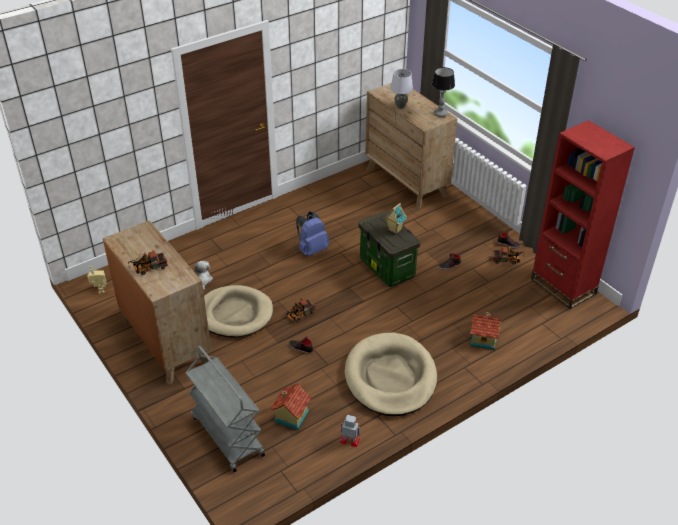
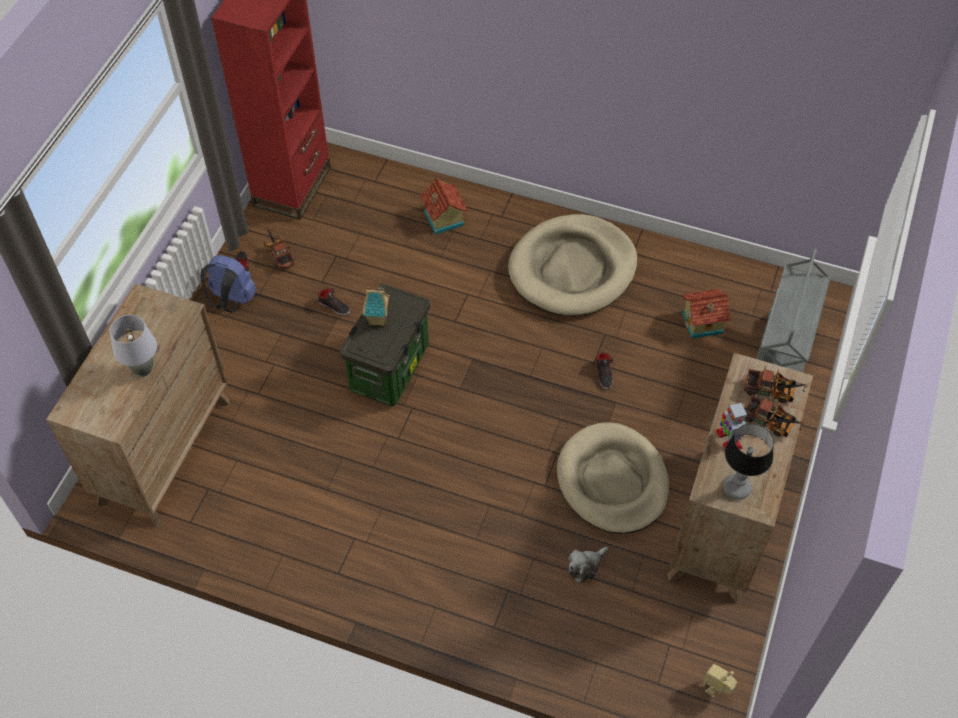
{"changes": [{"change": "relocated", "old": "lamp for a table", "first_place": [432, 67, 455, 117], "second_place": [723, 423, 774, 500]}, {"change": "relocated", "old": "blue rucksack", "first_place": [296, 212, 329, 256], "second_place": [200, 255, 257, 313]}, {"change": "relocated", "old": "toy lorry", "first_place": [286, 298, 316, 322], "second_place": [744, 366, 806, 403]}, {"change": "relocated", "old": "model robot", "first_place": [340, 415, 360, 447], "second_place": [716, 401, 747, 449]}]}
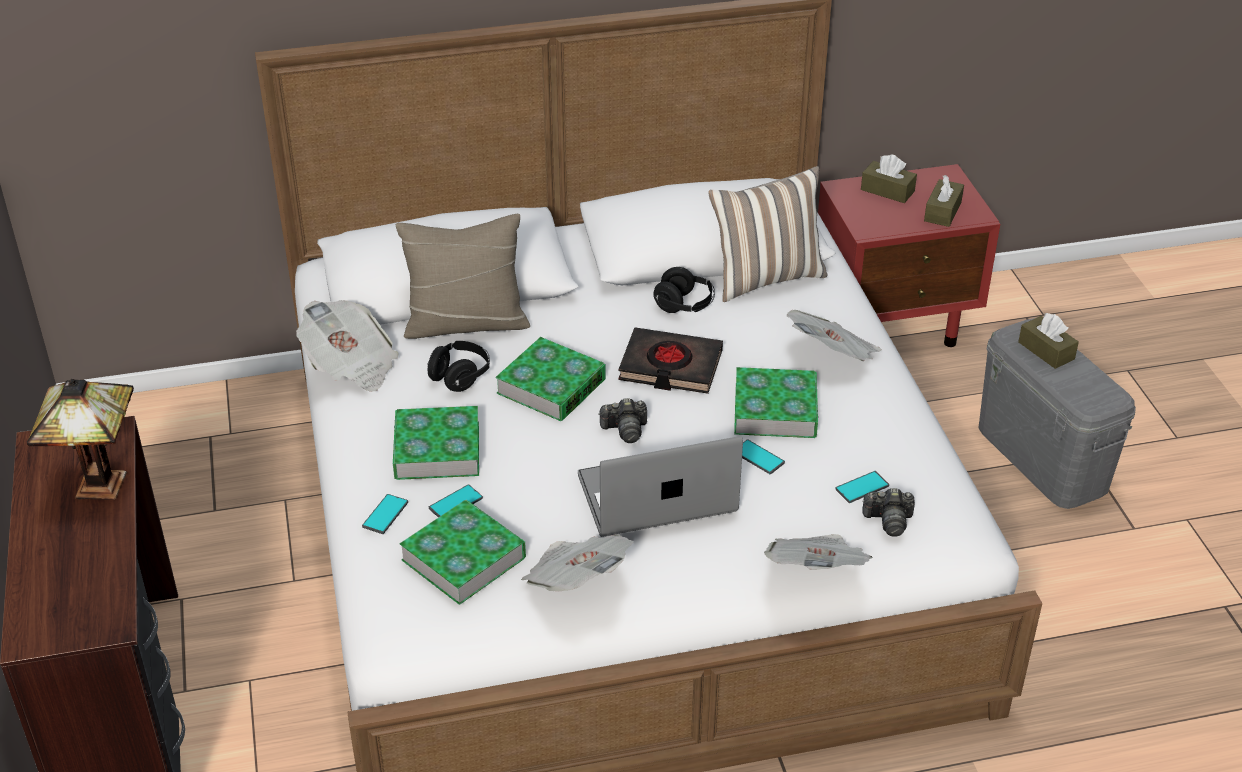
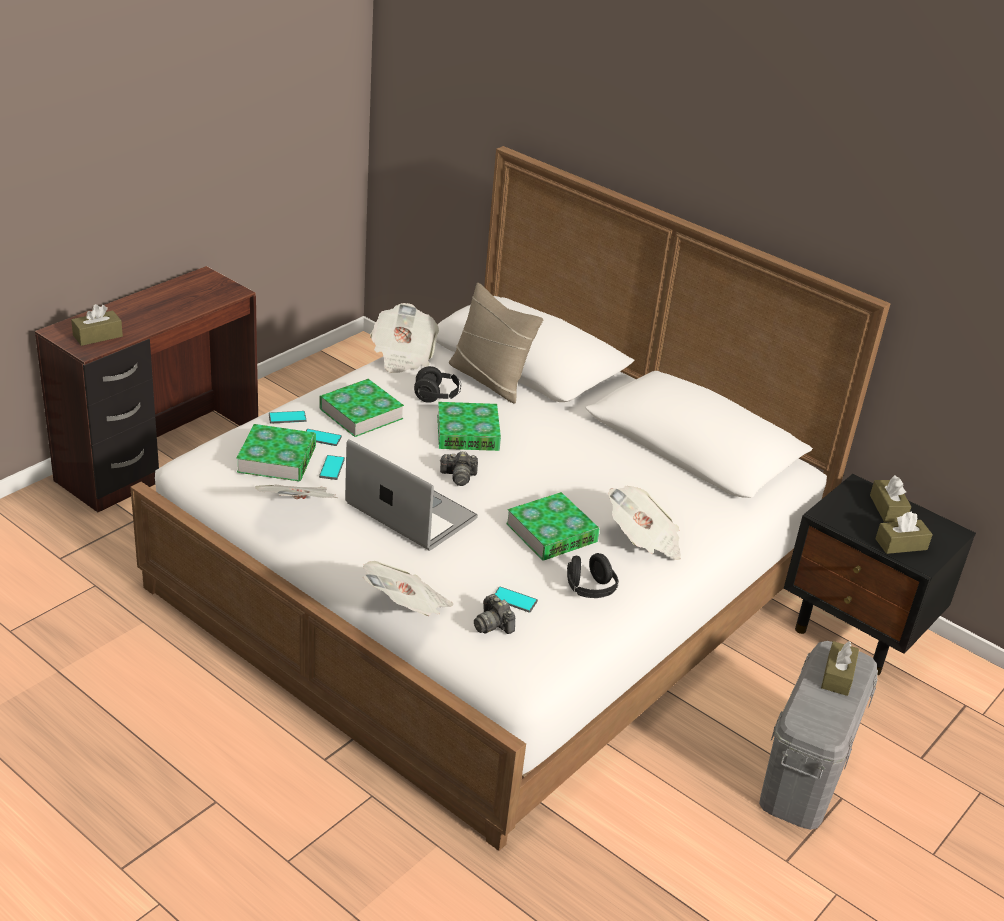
{"changes": [{"change": "colour", "old": "red bedside table", "new": "black-coloured bedside table", "first_place": [818, 164, 1000, 347], "second_place": [784, 474, 976, 675]}, {"change": "missing", "old": "pillow", "first_place": [708, 166, 827, 302]}, {"change": "relocated", "old": "black-coloured headphones", "first_place": [653, 267, 715, 313], "second_place": [567, 553, 619, 598]}, {"change": "missing", "old": "black-coloured bound book", "first_place": [618, 327, 723, 394]}, {"change": "missing", "old": "lamp for a table", "first_place": [27, 379, 134, 500]}, {"change": "spun", "old": "still camera", "first_place": [598, 398, 647, 443], "second_place": [439, 451, 478, 486], "degrees": -45}, {"change": "relocated", "old": "handset", "first_place": [742, 439, 785, 474], "second_place": [319, 455, 345, 480]}, {"change": "appeared", "new": "brown tissue box", "second_place": [71, 304, 123, 346]}]}
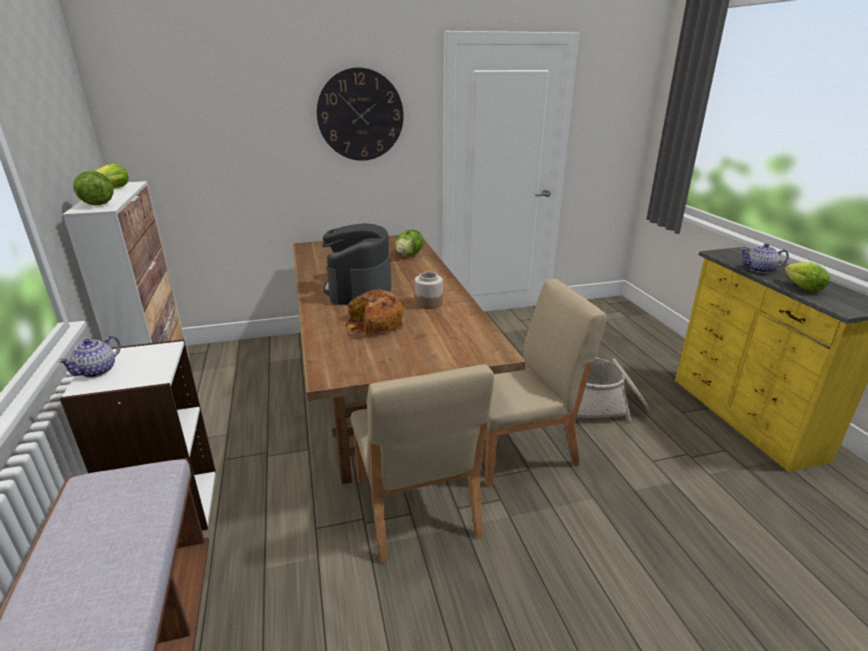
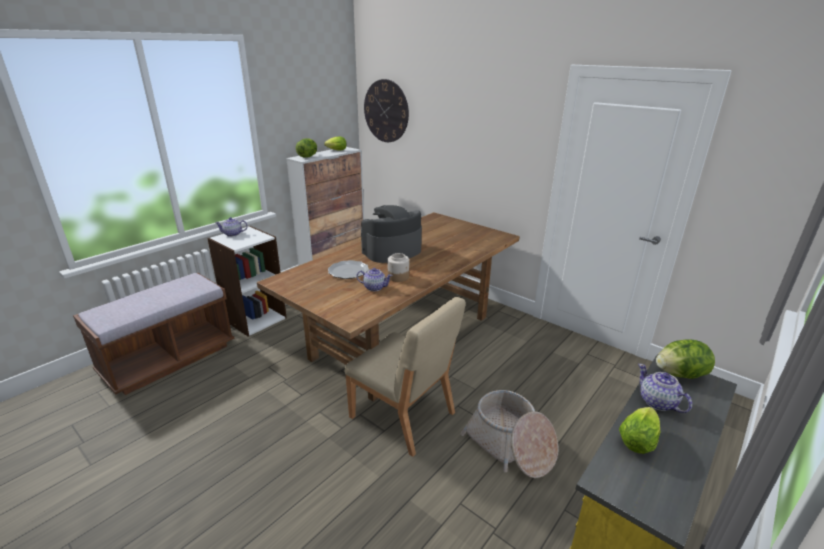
{"changes": [{"change": "relocated", "old": "wall clock", "first_place": [317, 68, 404, 161], "second_place": [364, 79, 409, 142]}, {"change": "relocated", "old": "lettuce head", "first_place": [395, 230, 424, 256], "second_place": [656, 339, 715, 379]}, {"change": "exchanged", "old": "baked bread", "new": "plate", "first_place": [345, 289, 404, 335], "second_place": [328, 260, 369, 279]}, {"change": "missing", "old": "beige upright chair", "first_place": [350, 364, 494, 564]}, {"change": "appeared", "new": "tea pot", "second_place": [357, 268, 393, 291]}]}
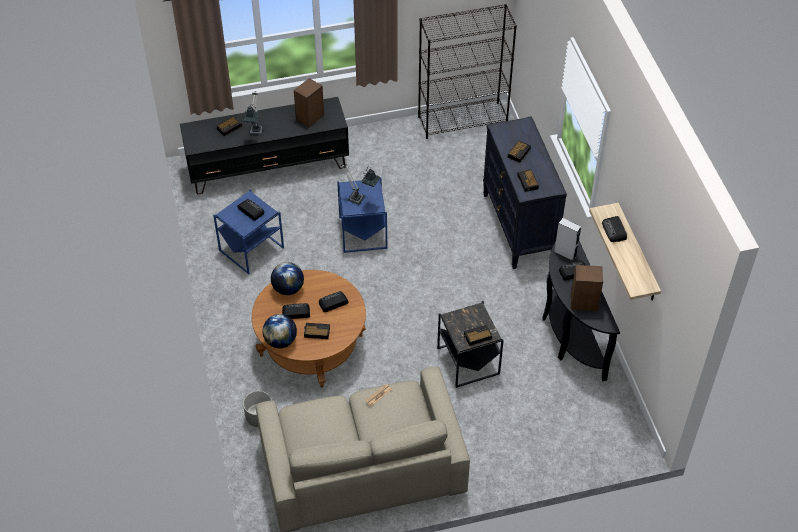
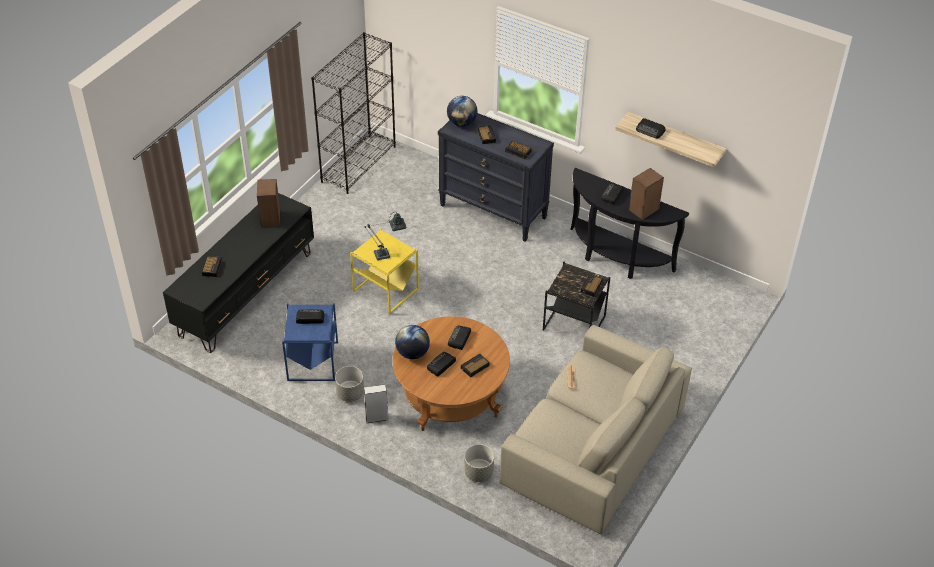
{"changes": [{"change": "missing", "old": "lamp for a table", "first_place": [243, 91, 264, 135]}, {"change": "colour", "old": "blue side table", "new": "yellow-coloured side table", "first_place": [337, 177, 387, 253], "second_place": [350, 228, 419, 314]}, {"change": "relocated", "old": "greyish audio speaker", "first_place": [554, 218, 581, 261], "second_place": [364, 385, 388, 423]}, {"change": "relocated", "old": "globe", "first_place": [262, 314, 297, 348], "second_place": [447, 96, 477, 127]}, {"change": "appeared", "new": "greyish planter", "second_place": [335, 366, 364, 402]}]}
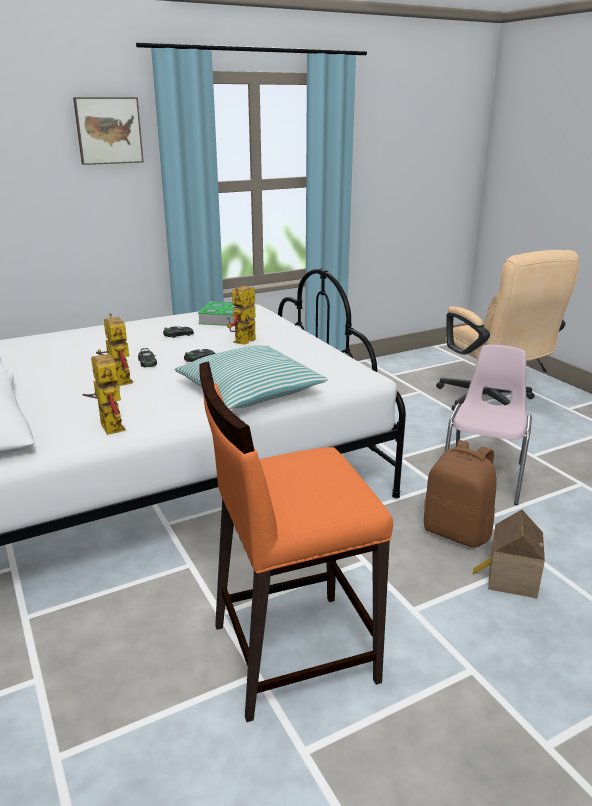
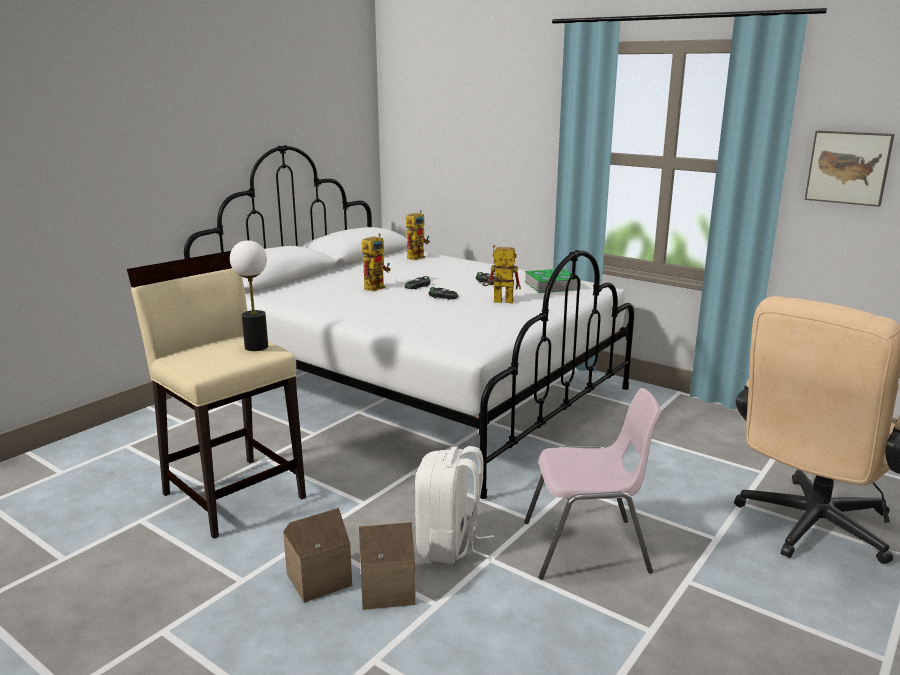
{"changes": [{"change": "relocated", "old": "wall art", "first_place": [73, 97, 144, 165], "second_place": [805, 131, 895, 207]}, {"change": "missing", "old": "pillow", "first_place": [175, 345, 328, 409]}, {"change": "relocated", "old": "model robot", "first_place": [82, 349, 126, 435], "second_place": [406, 210, 430, 260]}, {"change": "colour", "old": "orange sitting stool", "new": "beige sitting stool", "first_place": [200, 361, 393, 722], "second_place": [127, 251, 306, 539]}, {"change": "colour", "old": "brown rucksack", "new": "white rucksack", "first_place": [424, 440, 497, 548], "second_place": [415, 446, 494, 564]}, {"change": "appeared", "new": "lamp for a table", "second_place": [230, 240, 268, 351]}, {"change": "appeared", "new": "model house", "second_place": [283, 508, 352, 603]}]}
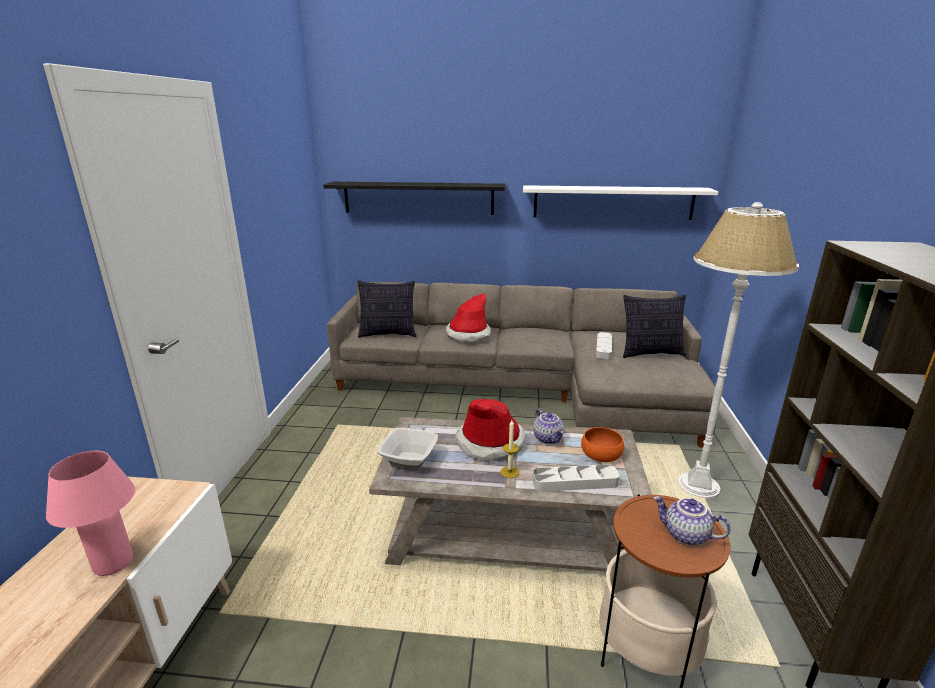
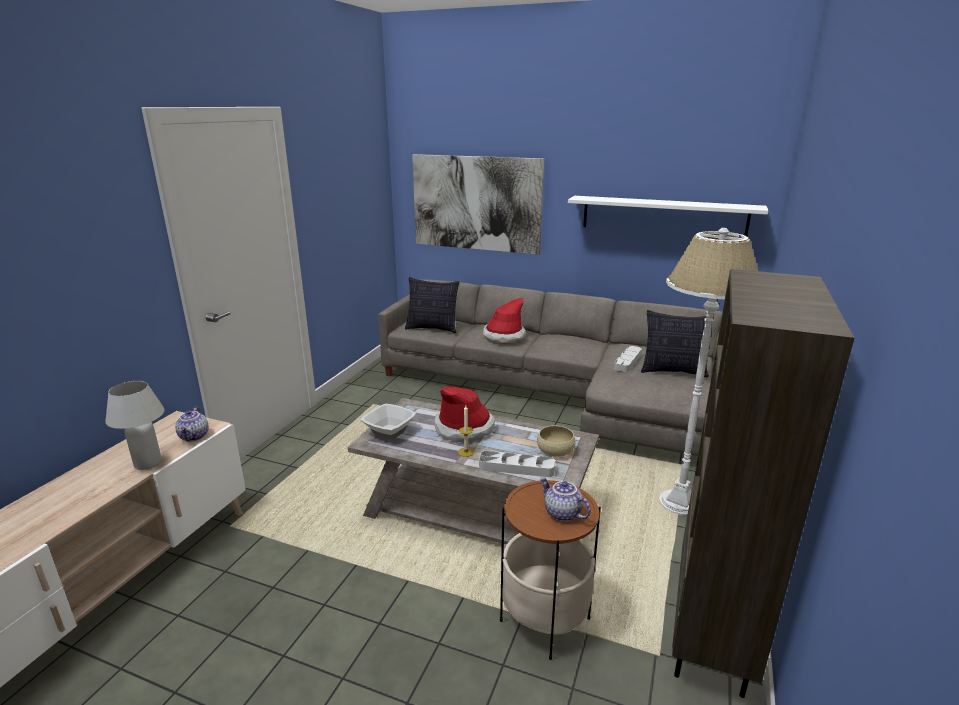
{"changes": [{"change": "exchanged", "old": "black-coloured shelf", "new": "wall art", "first_place": [323, 182, 506, 215], "second_place": [412, 154, 544, 255]}, {"change": "relocated", "old": "tea pot", "first_place": [533, 409, 564, 444], "second_place": [175, 407, 209, 442]}, {"change": "colour", "old": "orange bowl", "new": "beige bowl", "first_place": [581, 427, 624, 462], "second_place": [537, 426, 575, 457]}, {"change": "colour", "old": "pink-coloured lamp for a table", "new": "white lamp for a table", "first_place": [46, 451, 135, 576], "second_place": [105, 381, 164, 470]}]}
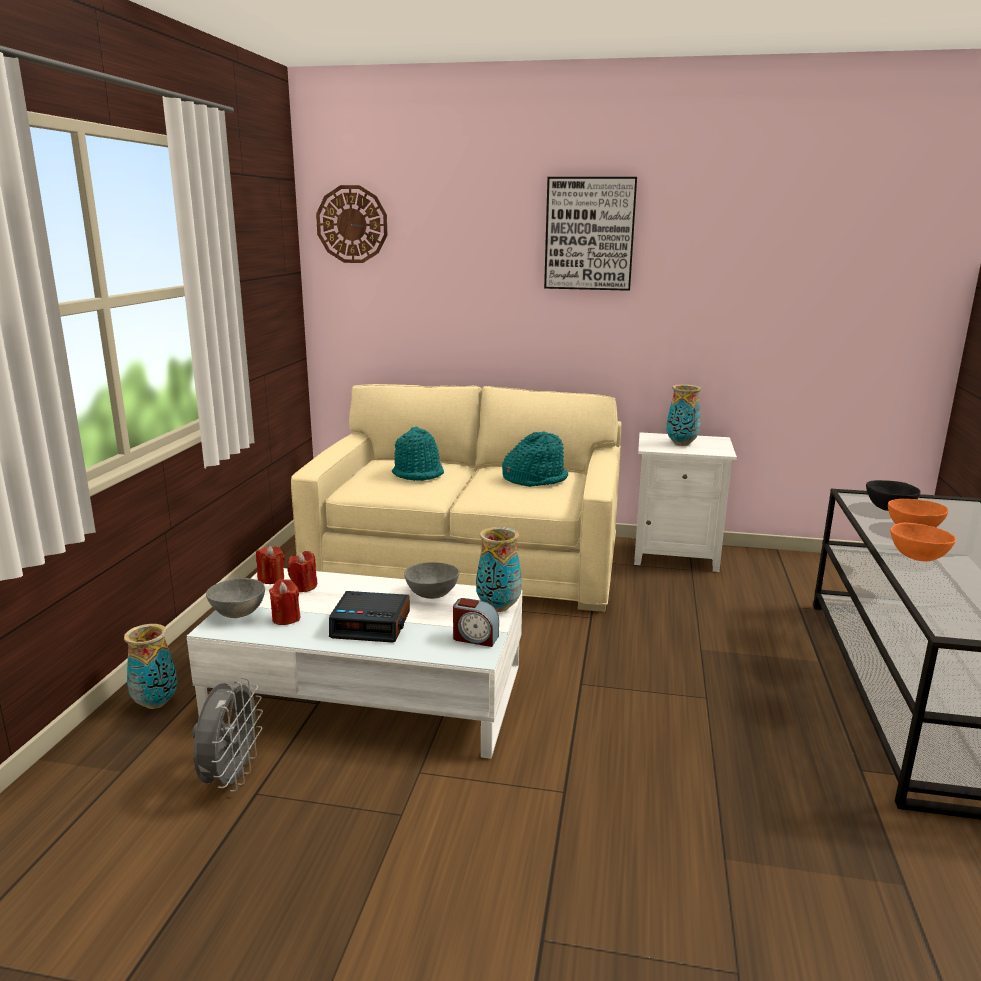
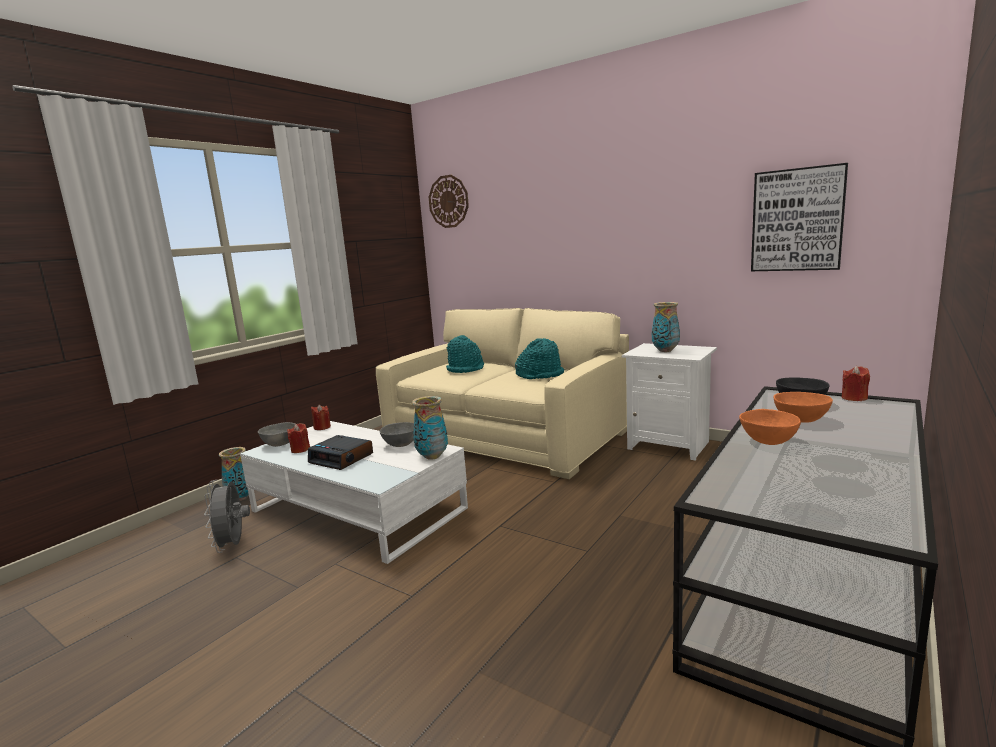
{"changes": [{"change": "relocated", "old": "wall art", "first_place": [544, 177, 637, 291], "second_place": [751, 163, 848, 271]}, {"change": "relocated", "old": "red wax light", "first_place": [287, 551, 317, 592], "second_place": [842, 366, 870, 401]}, {"change": "missing", "old": "alarm clock", "first_place": [453, 598, 499, 647]}, {"change": "spun", "old": "greyish cooling fan", "first_place": [192, 678, 263, 792], "second_place": [204, 480, 250, 553], "degrees": 135}]}
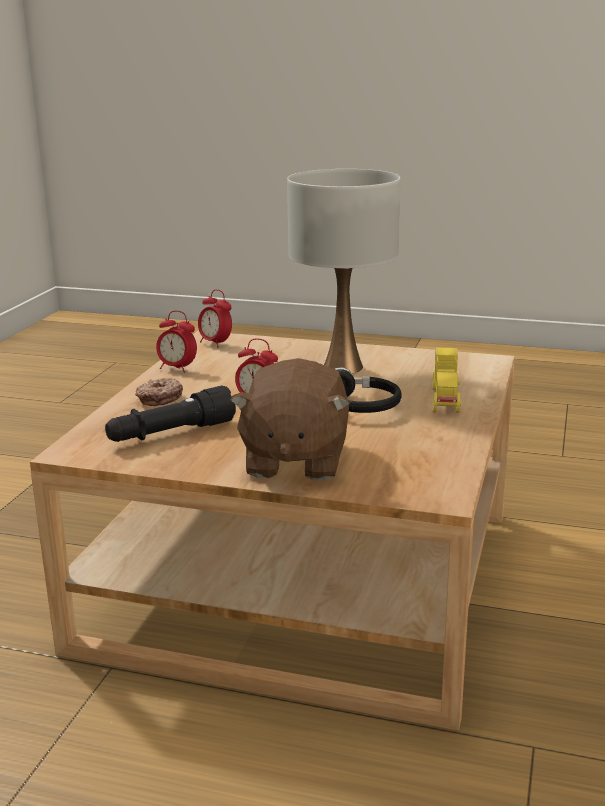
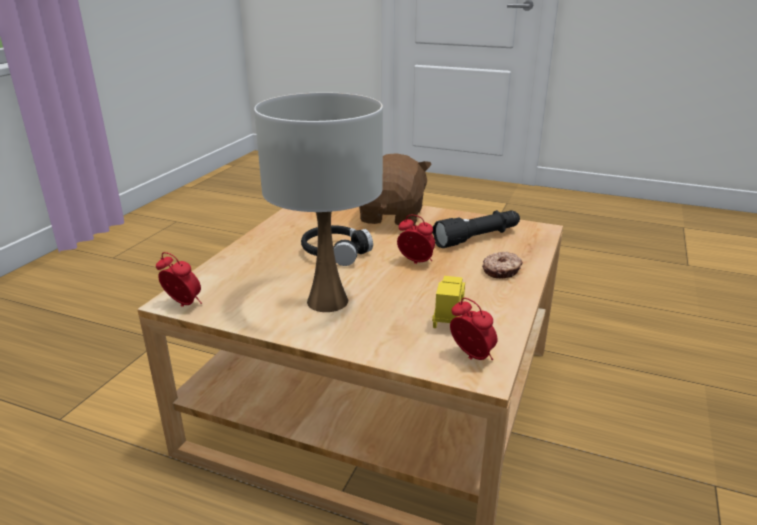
{"changes": [{"change": "relocated", "old": "alarm clock", "first_place": [156, 311, 197, 373], "second_place": [156, 252, 202, 307]}, {"change": "relocated", "old": "yellow-coloured model car", "first_place": [433, 348, 461, 413], "second_place": [432, 276, 465, 328]}]}
